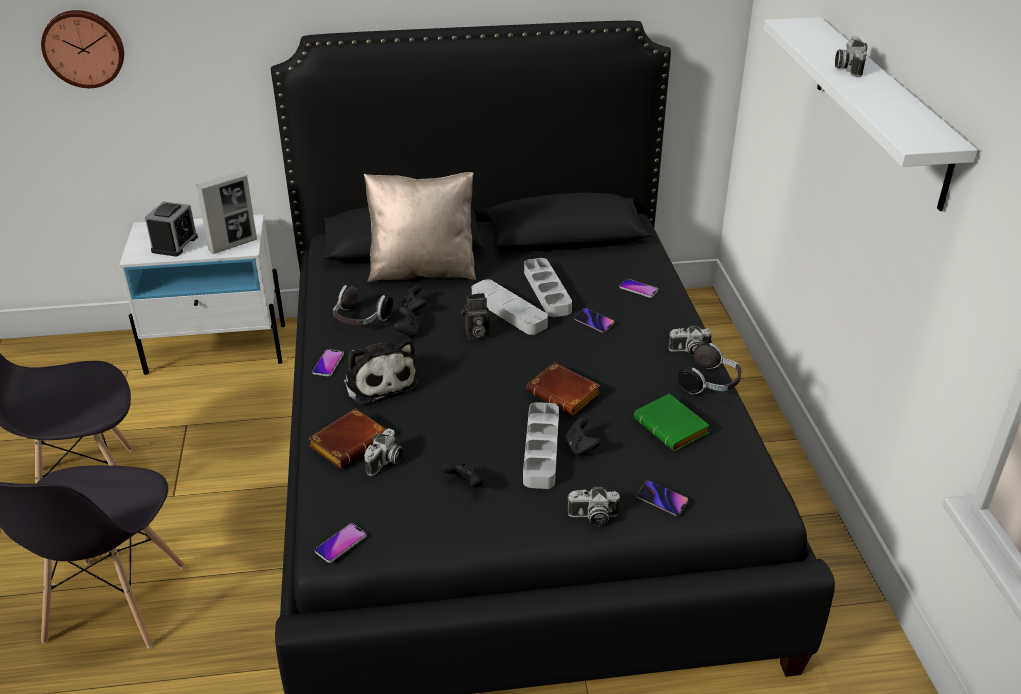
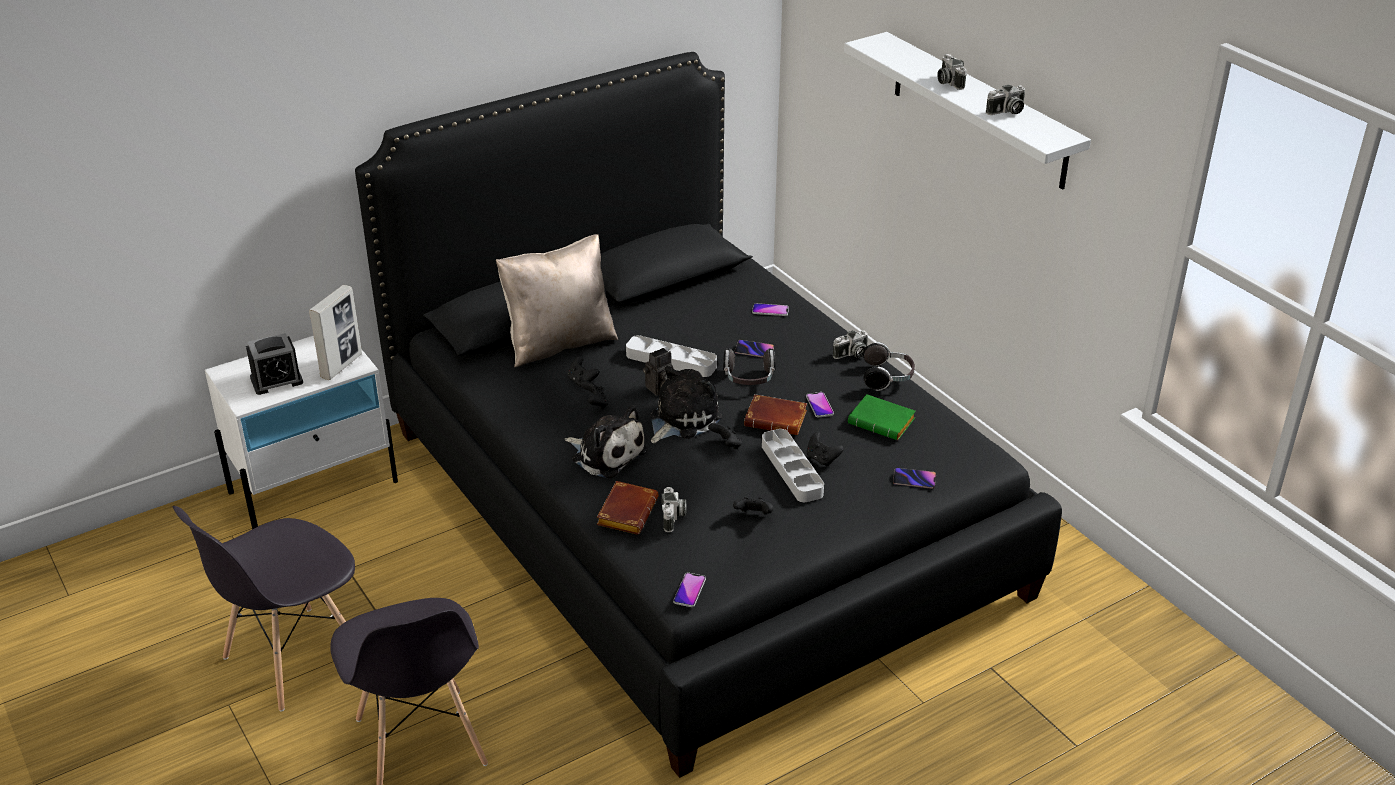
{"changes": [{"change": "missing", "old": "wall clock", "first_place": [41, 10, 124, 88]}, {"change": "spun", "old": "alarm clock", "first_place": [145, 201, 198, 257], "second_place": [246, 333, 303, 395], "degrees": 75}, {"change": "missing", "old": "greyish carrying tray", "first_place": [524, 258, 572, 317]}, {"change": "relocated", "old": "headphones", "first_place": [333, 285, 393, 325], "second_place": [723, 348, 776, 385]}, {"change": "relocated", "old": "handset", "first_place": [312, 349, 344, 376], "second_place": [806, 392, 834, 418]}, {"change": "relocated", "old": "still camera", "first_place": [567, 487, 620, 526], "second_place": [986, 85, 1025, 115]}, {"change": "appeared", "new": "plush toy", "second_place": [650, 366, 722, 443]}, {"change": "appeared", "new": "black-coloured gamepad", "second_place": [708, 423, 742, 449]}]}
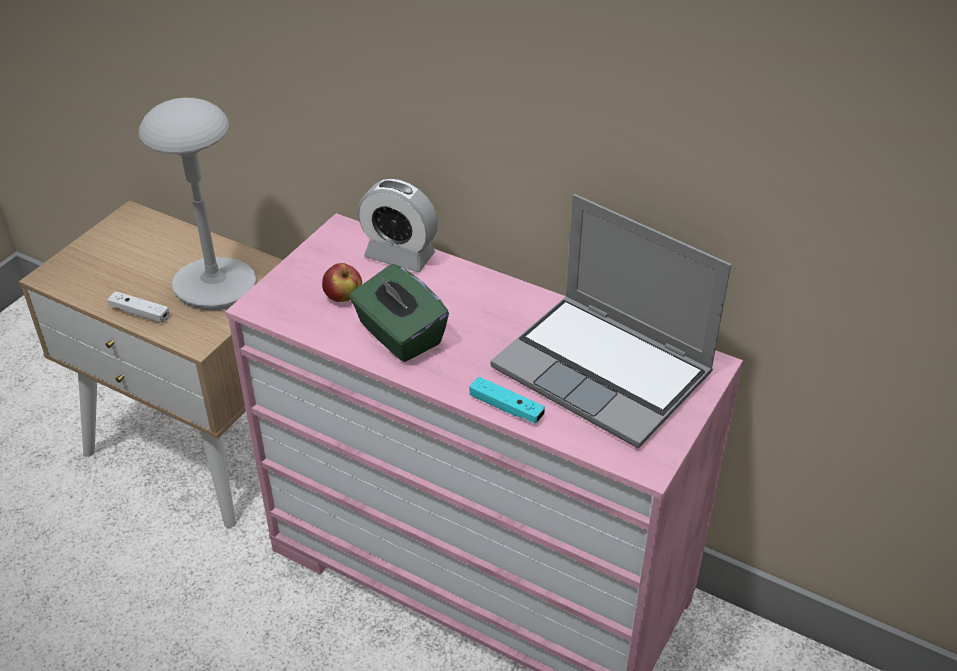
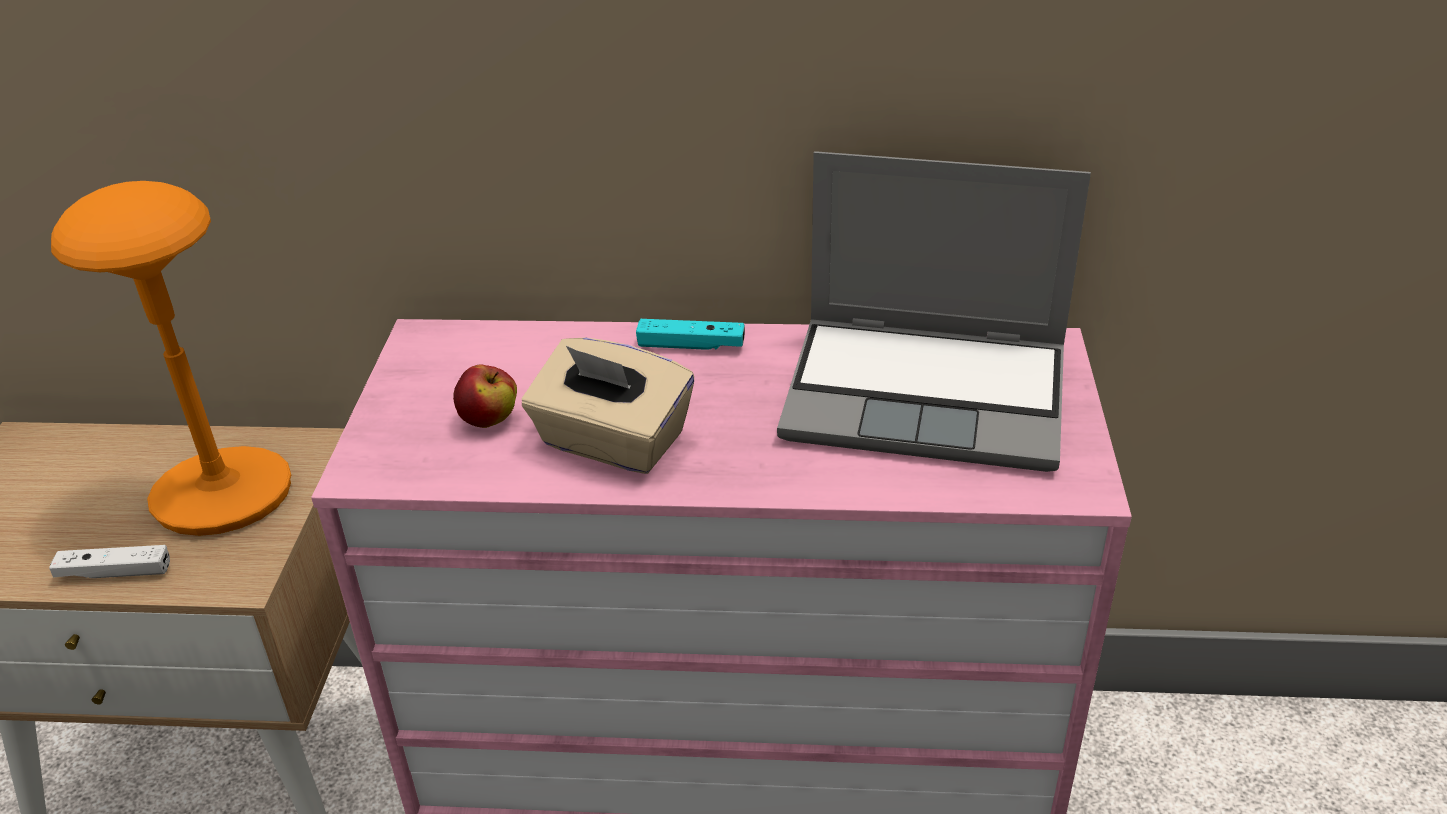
{"changes": [{"change": "colour", "old": "greyish lamp for a table", "new": "orange lamp for a table", "first_place": [139, 98, 256, 310], "second_place": [51, 181, 291, 536]}, {"change": "missing", "old": "alarm clock", "first_place": [358, 179, 438, 272]}, {"change": "colour", "old": "green-coloured tissue box", "new": "beige tissue box", "first_place": [349, 264, 449, 362], "second_place": [522, 337, 694, 474]}, {"change": "relocated", "old": "blue-green gamepad", "first_place": [470, 377, 545, 423], "second_place": [636, 319, 745, 350]}]}
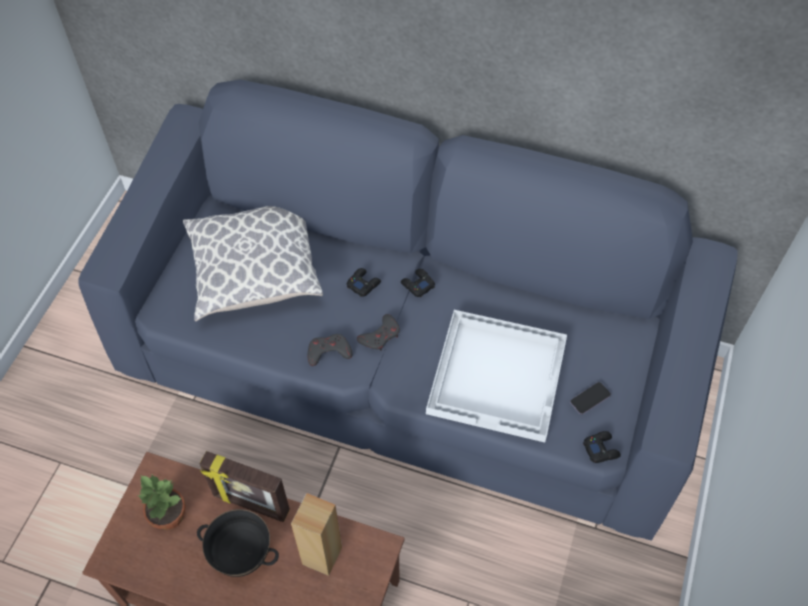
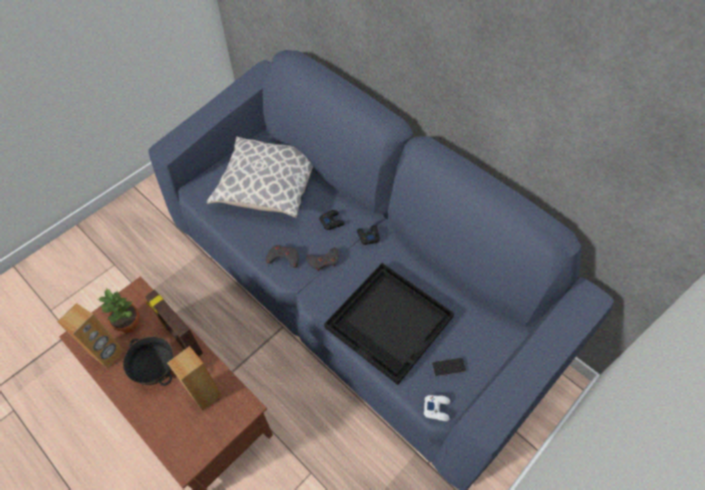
{"changes": [{"change": "colour", "old": "white carrying tray", "new": "black-coloured carrying tray", "first_place": [426, 310, 567, 442], "second_place": [324, 263, 454, 385]}, {"change": "colour", "old": "black-coloured gamepad", "new": "white gamepad", "first_place": [583, 431, 621, 463], "second_place": [424, 395, 450, 421]}, {"change": "appeared", "new": "brown audio speaker", "second_place": [57, 303, 124, 368]}]}
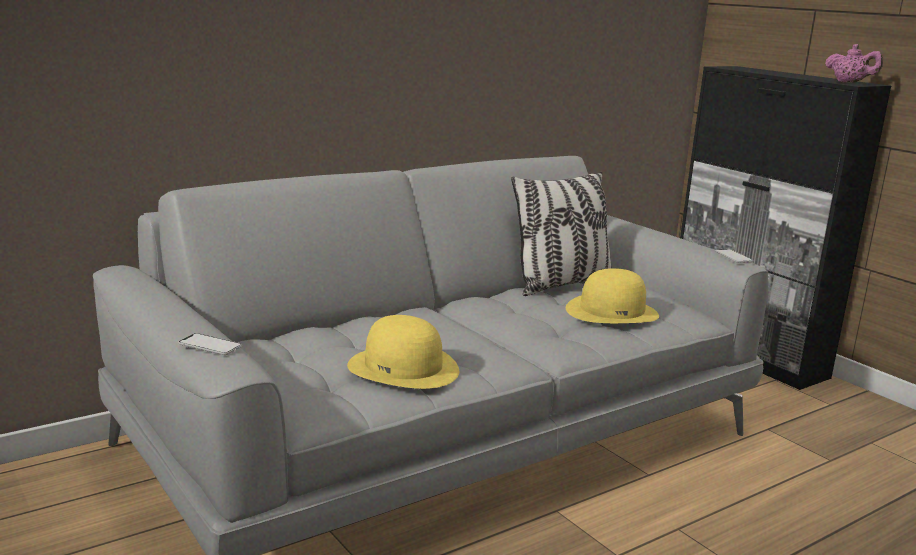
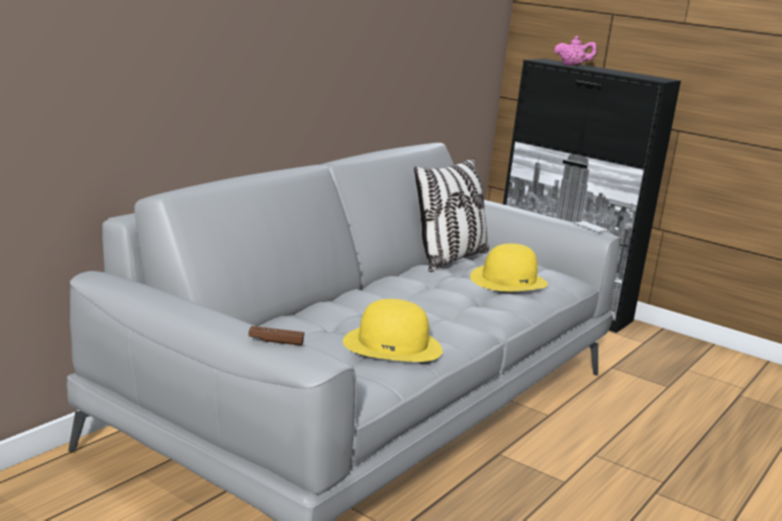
{"changes": [{"change": "relocated", "old": "pink-coloured tea pot", "first_place": [825, 44, 883, 83], "second_place": [554, 36, 597, 66]}, {"change": "exchanged", "old": "handset", "new": "brown gamepad", "first_place": [178, 333, 242, 355], "second_place": [249, 326, 304, 345]}]}
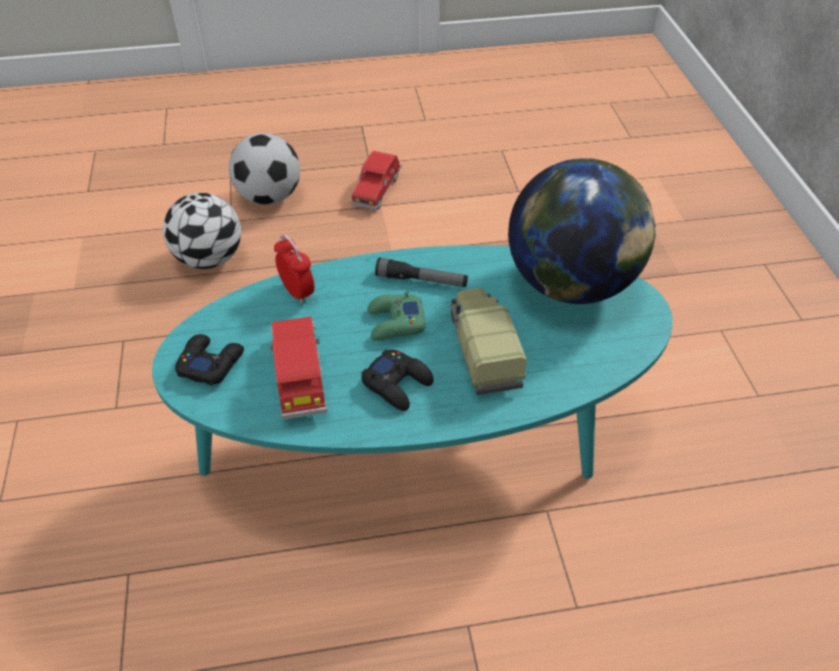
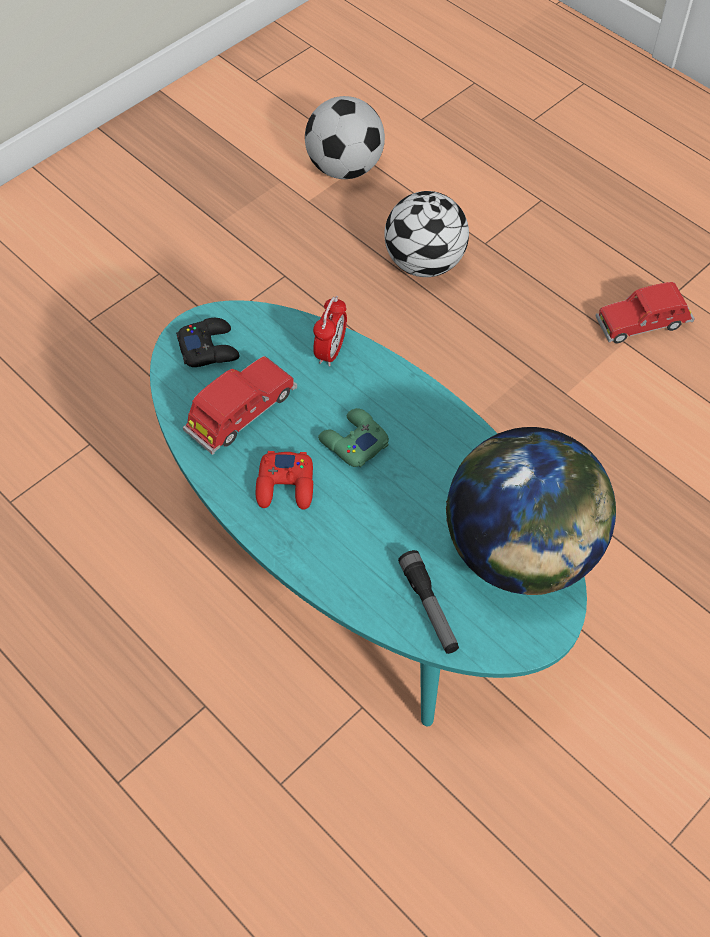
{"changes": [{"change": "relocated", "old": "football ball", "first_place": [229, 133, 300, 205], "second_place": [305, 96, 385, 179]}, {"change": "relocated", "old": "flashlight", "first_place": [375, 258, 468, 287], "second_place": [398, 550, 459, 654]}, {"change": "missing", "old": "toy lorry", "first_place": [450, 288, 527, 395]}, {"change": "colour", "old": "black-coloured gamepad", "new": "red gamepad", "first_place": [361, 349, 434, 411], "second_place": [256, 451, 313, 510]}]}
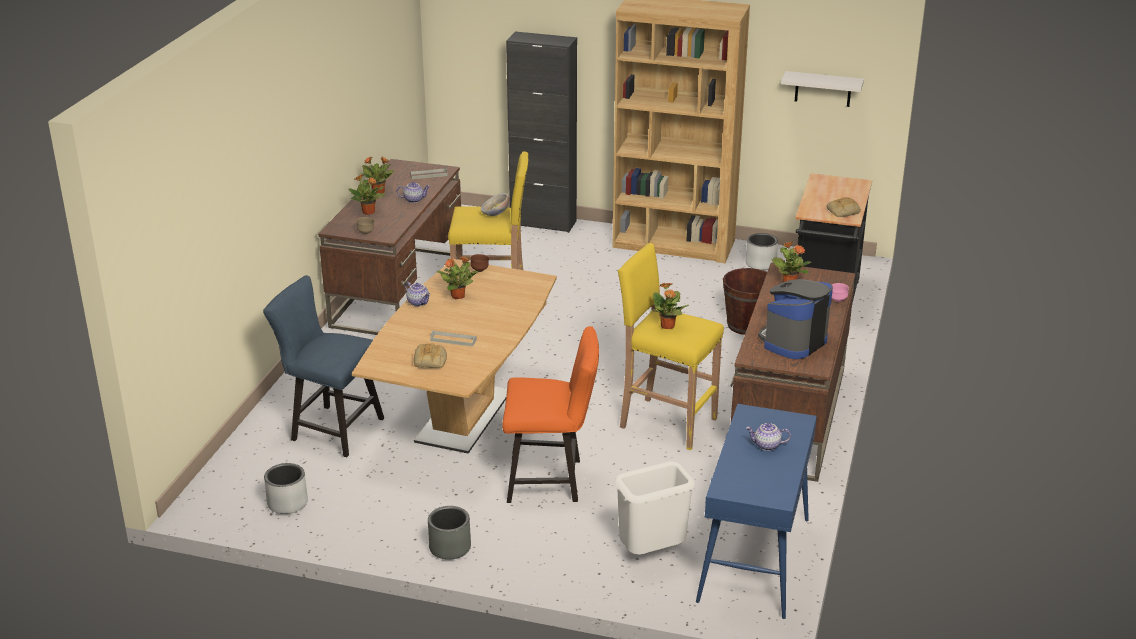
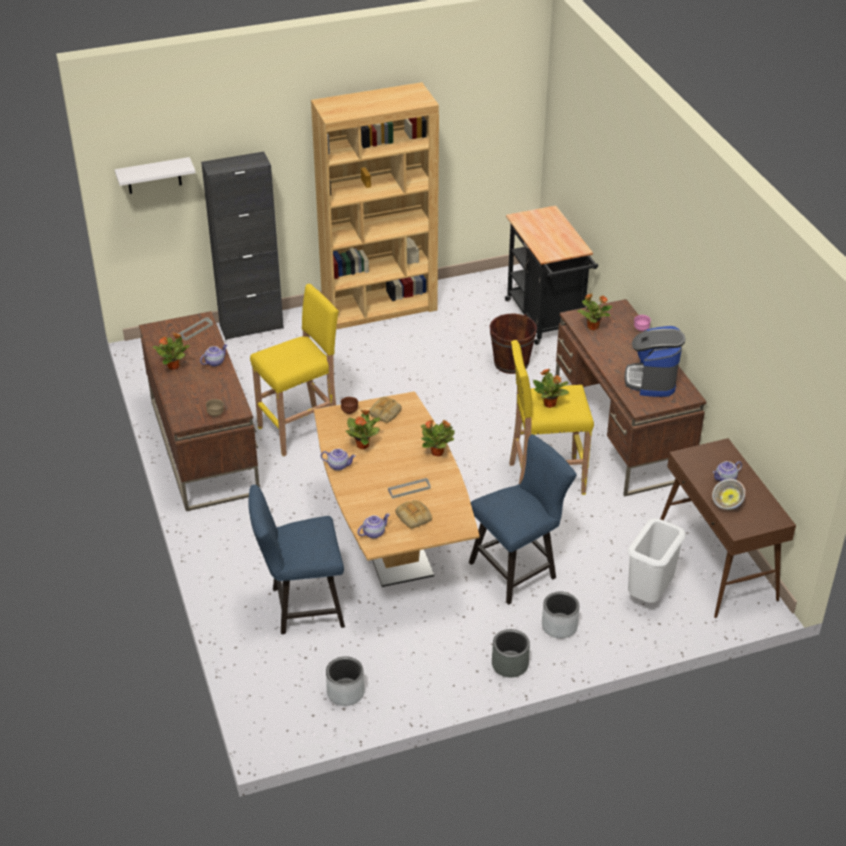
{"changes": [{"change": "relocated", "old": "white shelf", "first_place": [781, 71, 864, 107], "second_place": [115, 157, 196, 194]}, {"change": "relocated", "old": "potted plant", "first_place": [348, 174, 386, 215], "second_place": [421, 420, 455, 456]}, {"change": "relocated", "old": "bowl", "first_place": [481, 193, 509, 216], "second_place": [712, 479, 746, 510]}, {"change": "relocated", "old": "baked bread", "first_place": [826, 197, 861, 217], "second_place": [369, 397, 402, 423]}, {"change": "relocated", "old": "greyish planter", "first_place": [745, 233, 778, 270], "second_place": [542, 592, 579, 638]}, {"change": "colour", "old": "orange upright chair", "new": "blue upright chair", "first_place": [502, 326, 599, 503], "second_place": [469, 434, 577, 605]}, {"change": "colour", "old": "blue hall table", "new": "brown hall table", "first_place": [696, 404, 817, 619], "second_place": [660, 438, 796, 618]}, {"change": "appeared", "new": "tea pot", "second_place": [358, 513, 390, 538]}]}
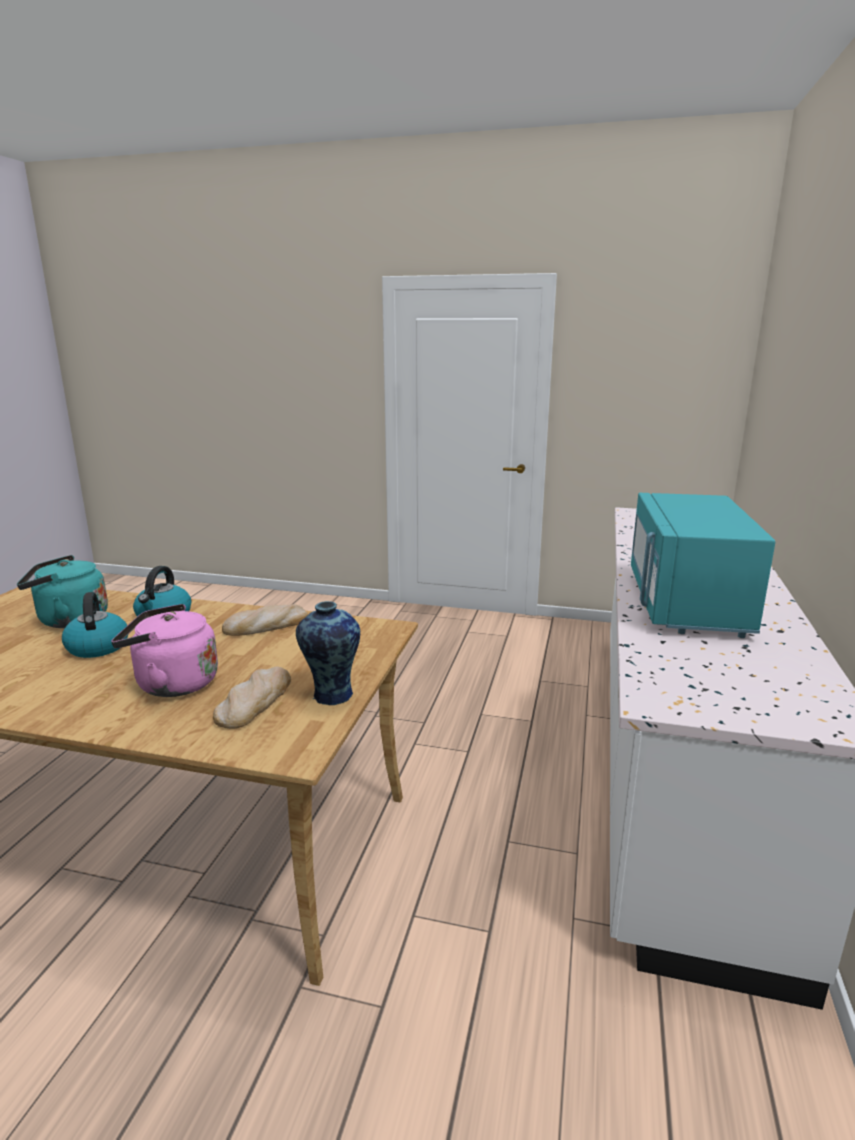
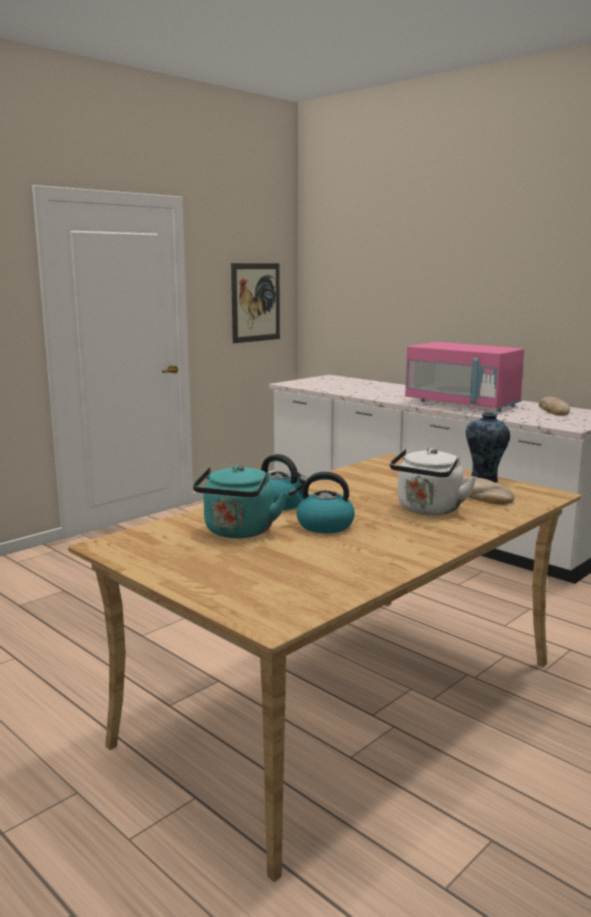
{"changes": [{"change": "colour", "old": "blue-green kitchen microwave", "new": "pink-coloured kitchen microwave", "first_place": [631, 493, 775, 638], "second_place": [405, 342, 524, 412]}, {"change": "colour", "old": "pink-coloured water kettle", "new": "white water kettle", "first_place": [111, 604, 218, 697], "second_place": [390, 448, 477, 515]}, {"change": "relocated", "old": "baked bread", "first_place": [222, 604, 308, 636], "second_place": [539, 396, 570, 415]}, {"change": "appeared", "new": "wall art", "second_place": [231, 263, 280, 343]}]}
